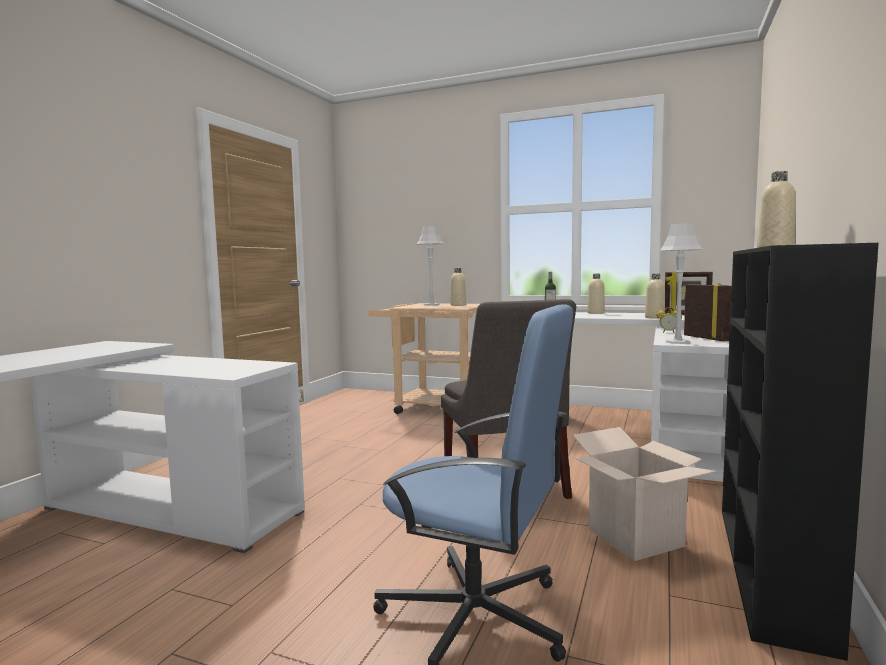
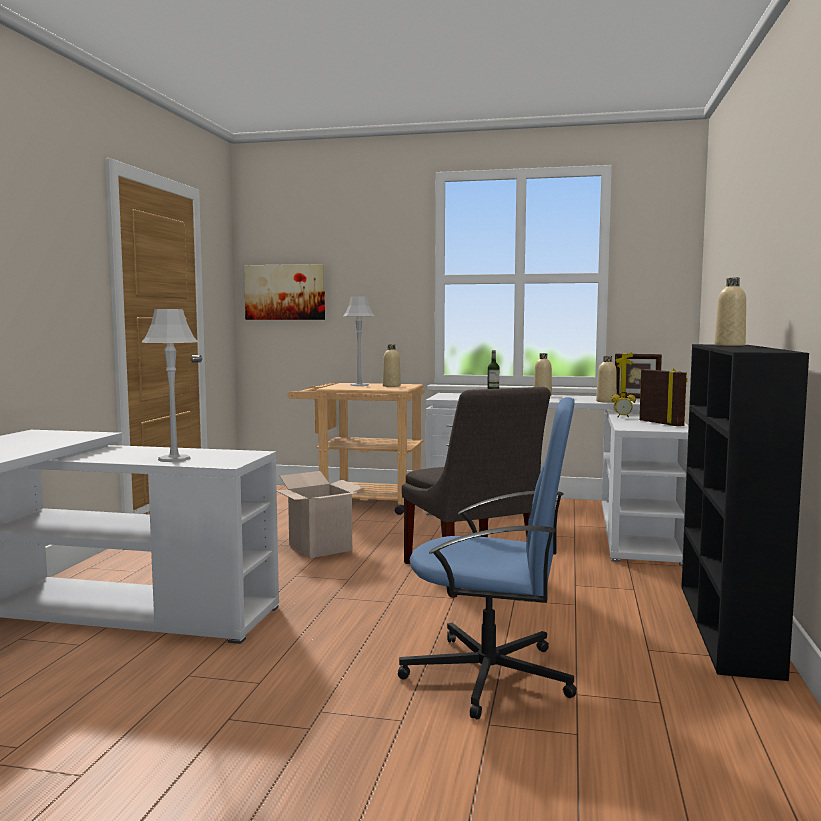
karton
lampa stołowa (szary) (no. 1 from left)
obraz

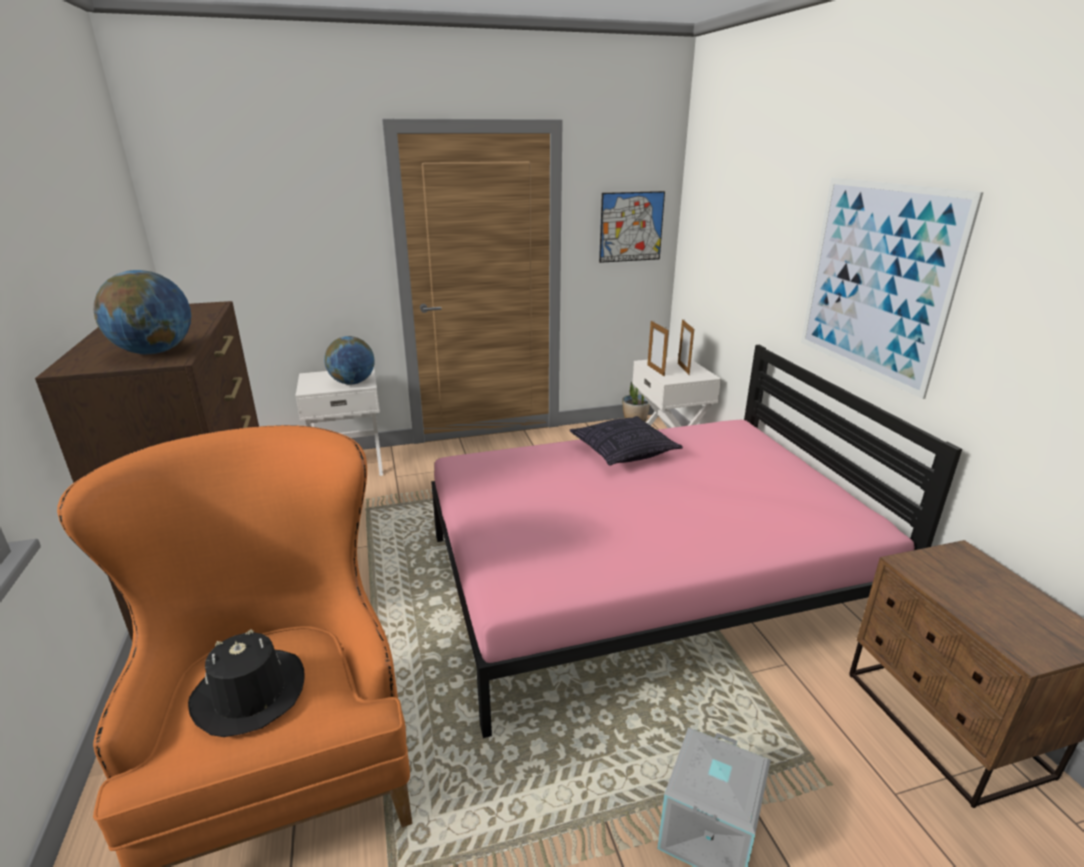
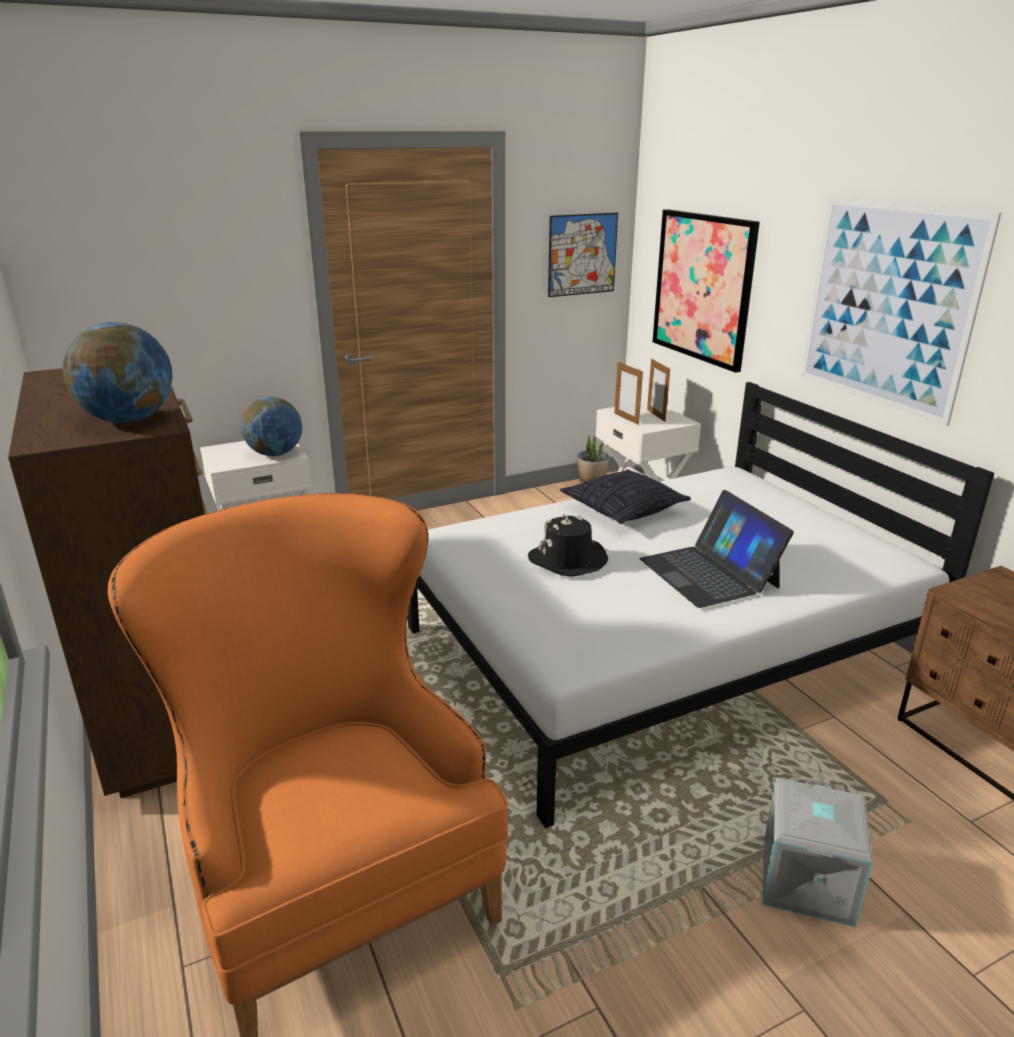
kapelusz (czarny)
łóżko (biały)
laptop
obraz (no. 2 from left)

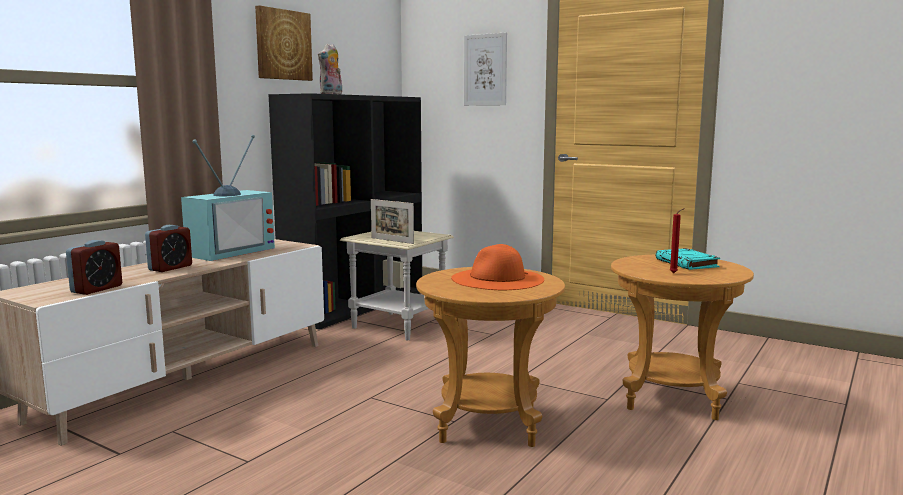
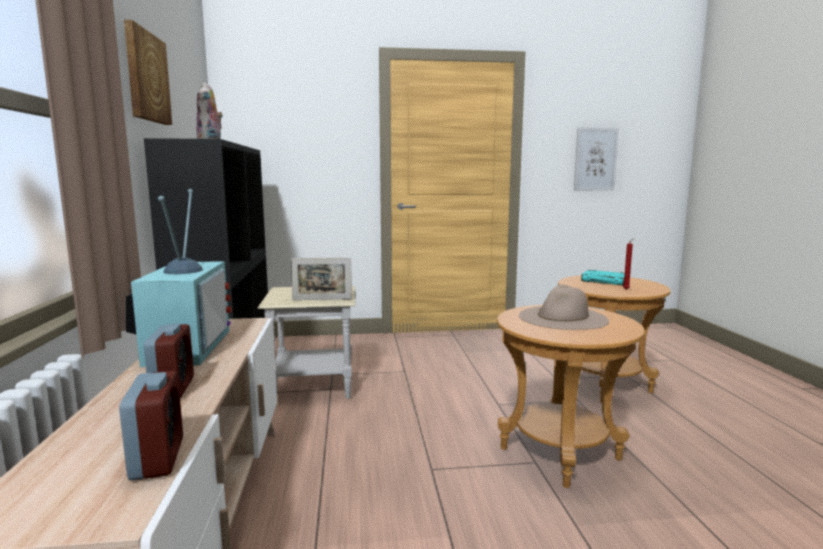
kapelusz (beżowy)
obraz (no. 2 from left)

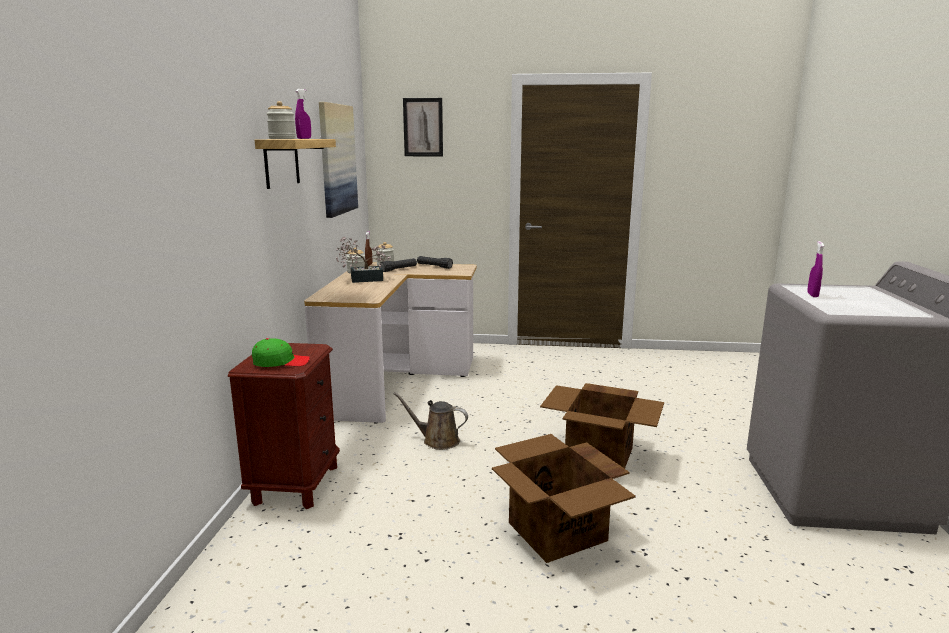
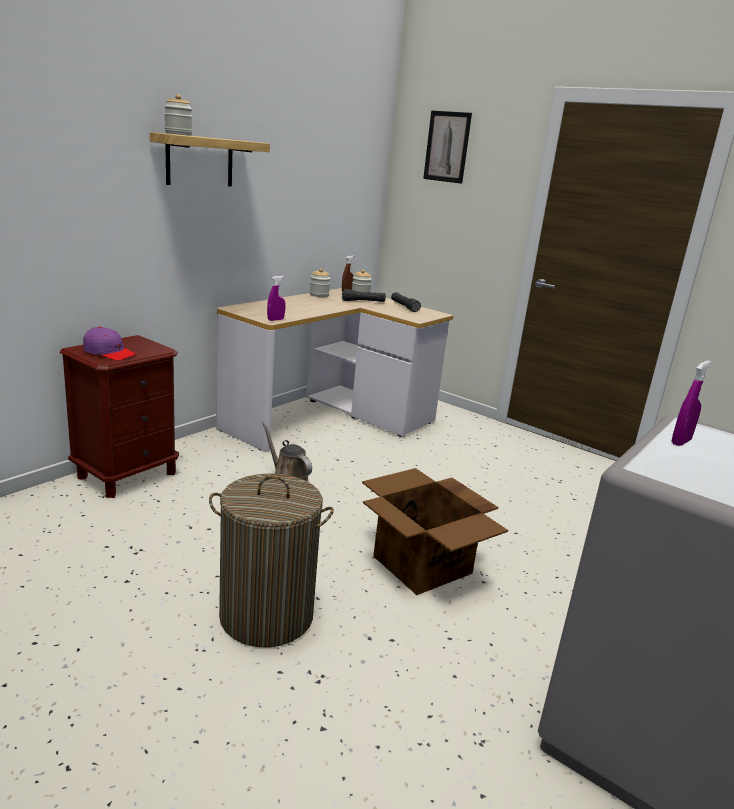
czapka z daszkiem (fioletowy)
spryskiwacz (fioletowy) (no. 1 from left)
obraz (no. 1 from left in the first image)
roślina doniczkowa
kosz na pranie

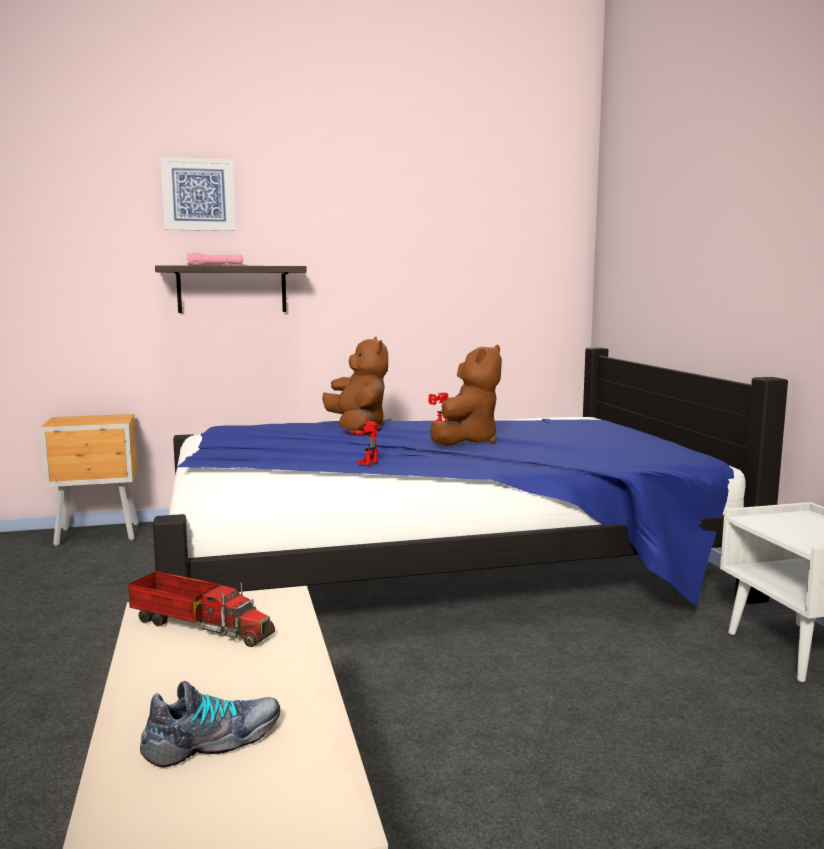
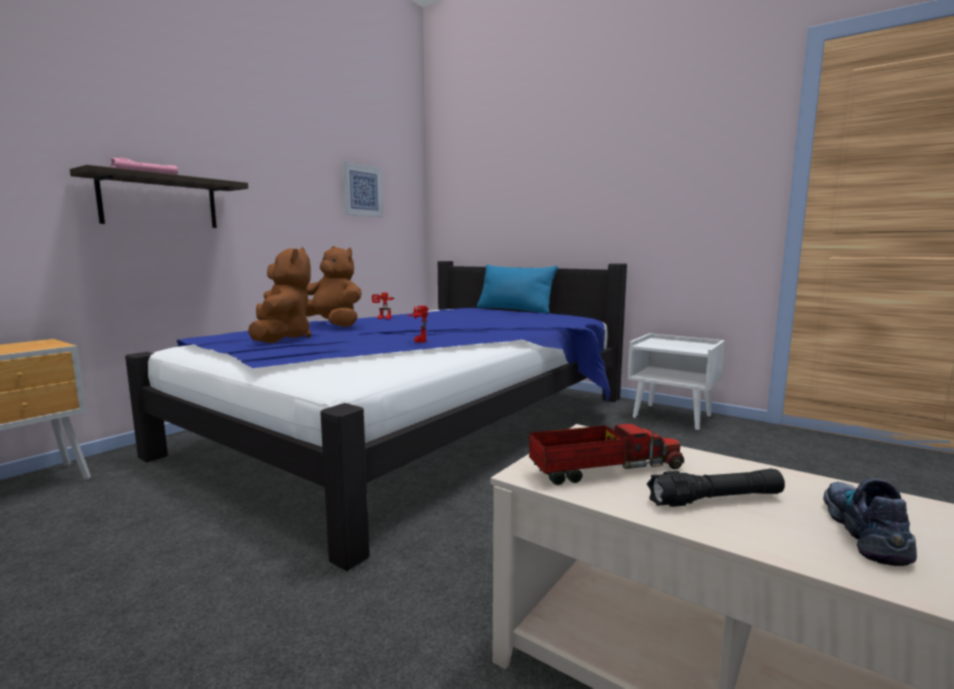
obraz
pluszak (brązowy) (no. 1 from left)
poduszka (niebieski)
latarka (czarny)

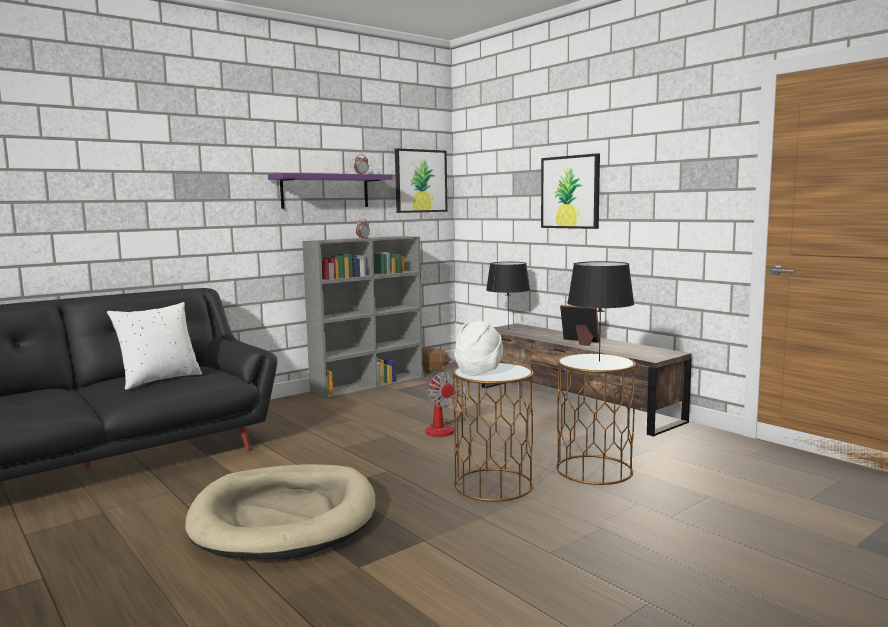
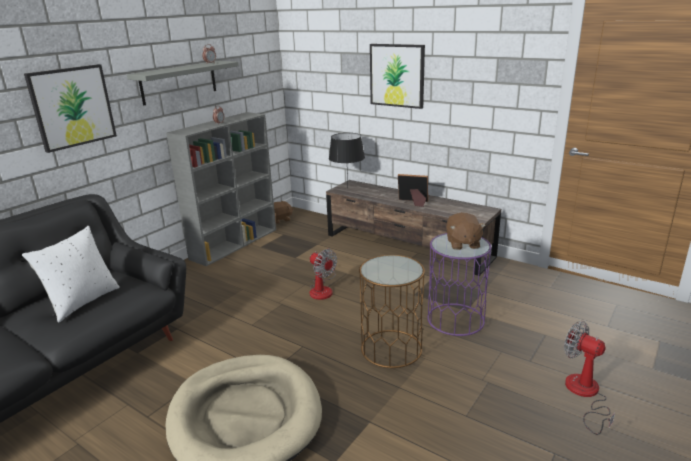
półka (szary)
obraz (no. 1 from left)
kapelusz (biały)
stolik (fioletowy)
pluszak (brązowy) (no. 2 from left)
wentylator (no. 2 from left)

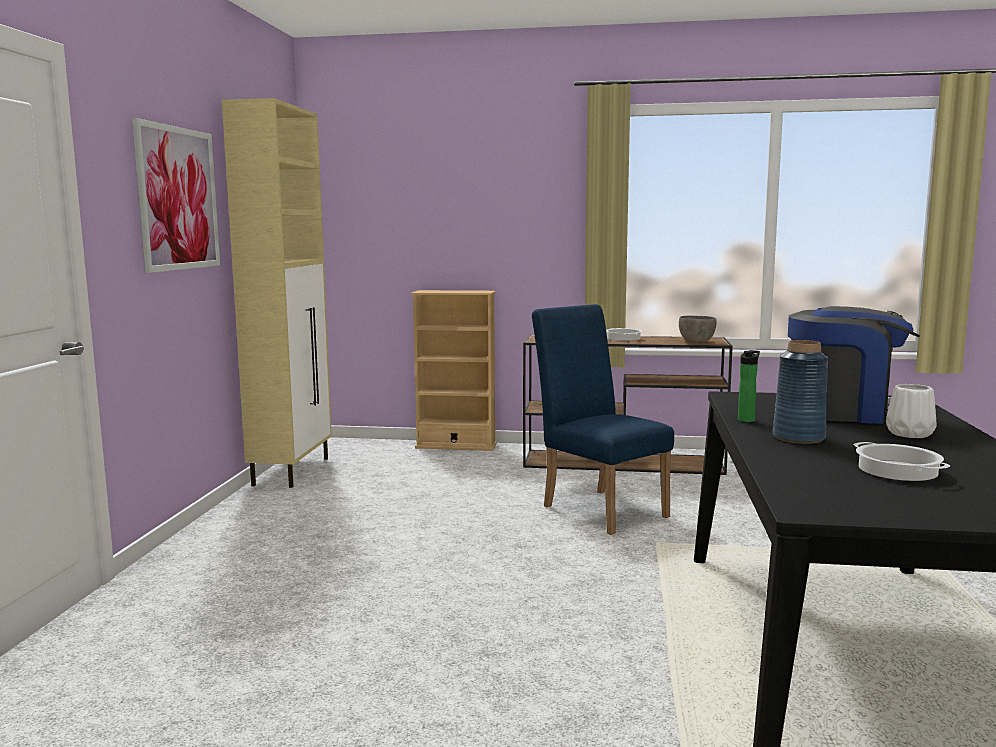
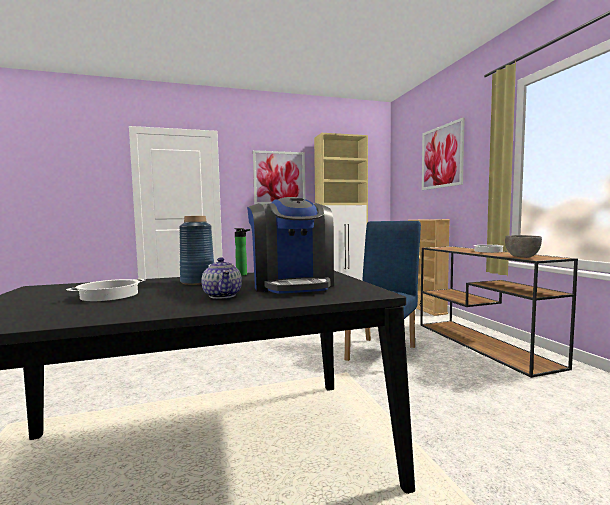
imbryk
obraz (no. 2 from left)

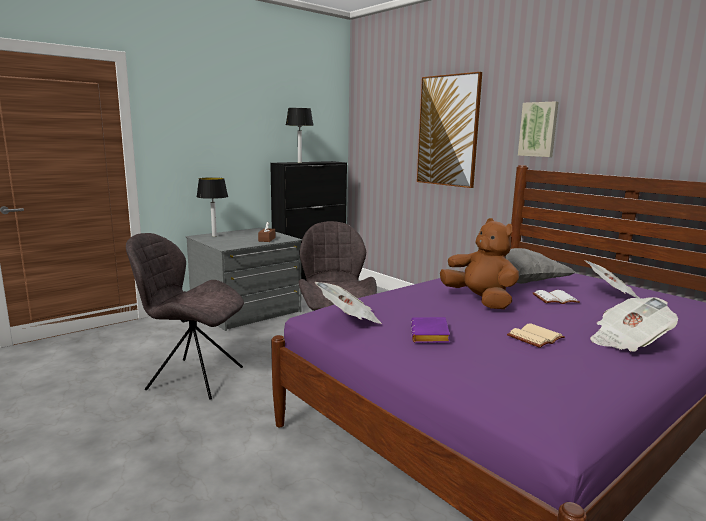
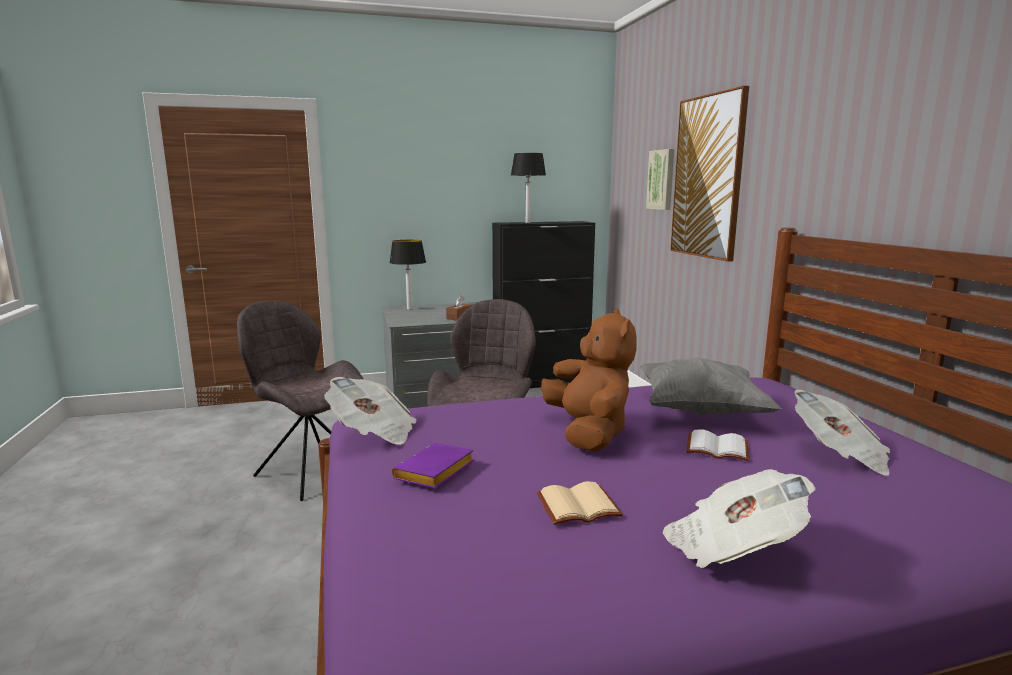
obraz (no. 1 from left)

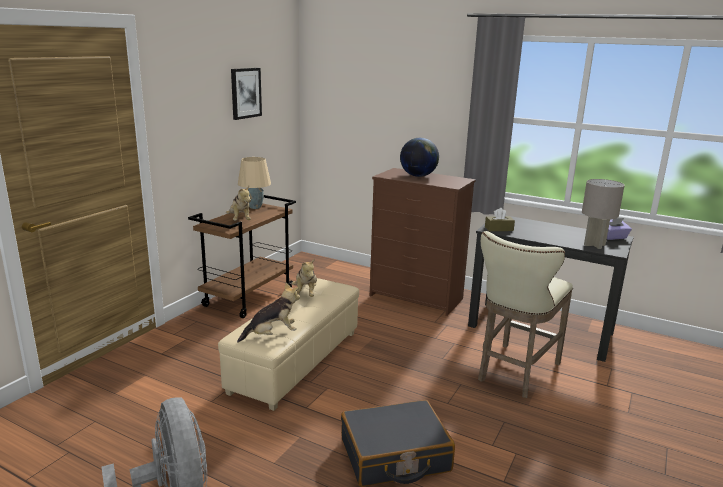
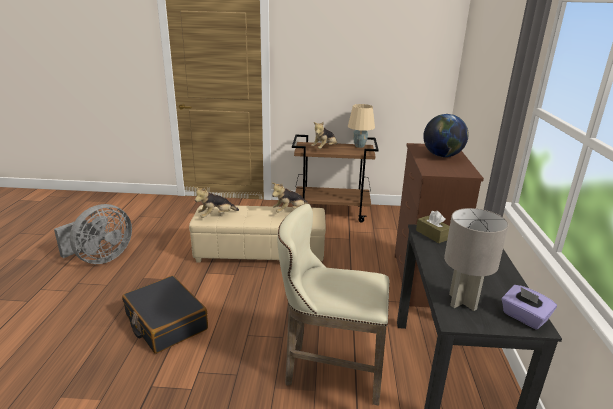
obraz
pluszak (no. 1 from left)

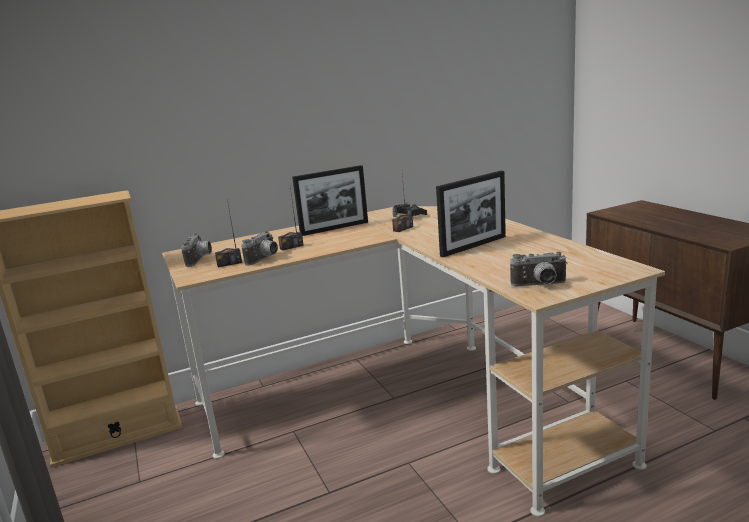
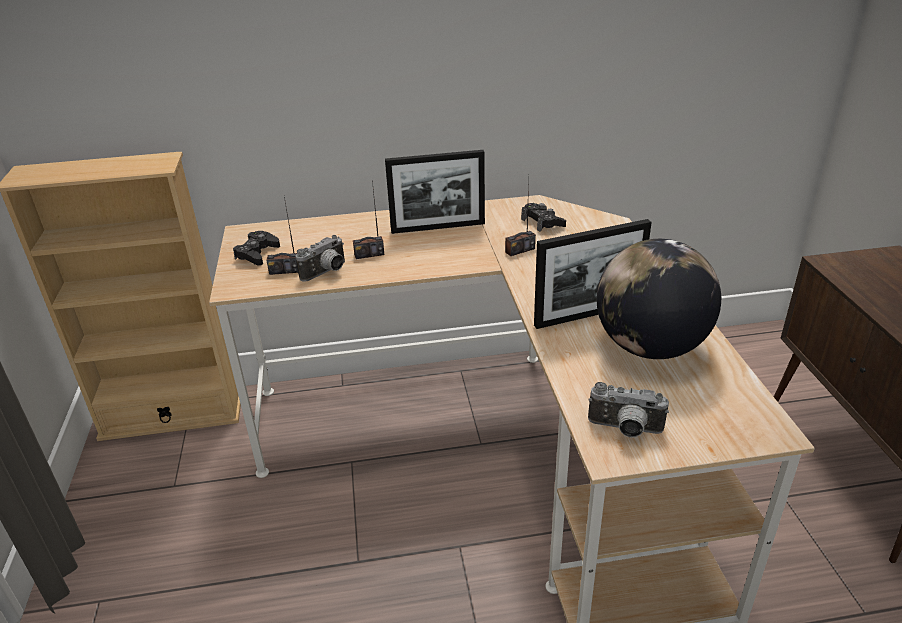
pad do gier (czarny) (no. 1 from left)
globus

